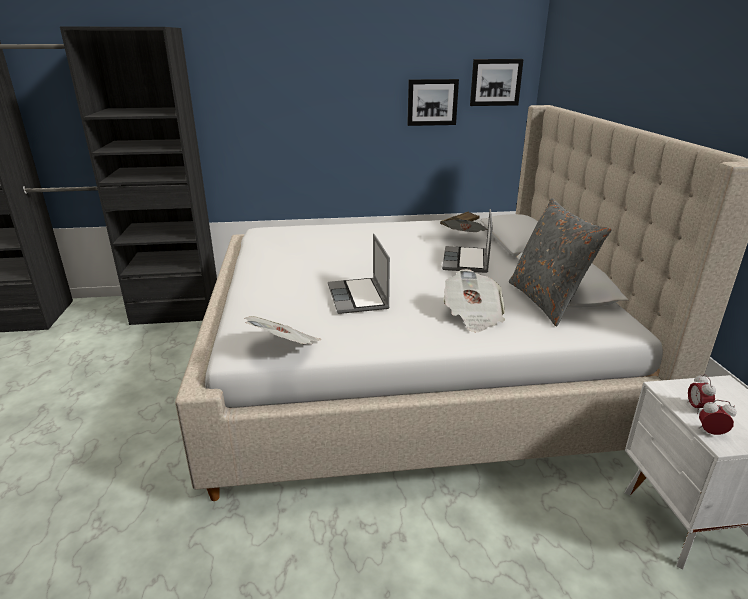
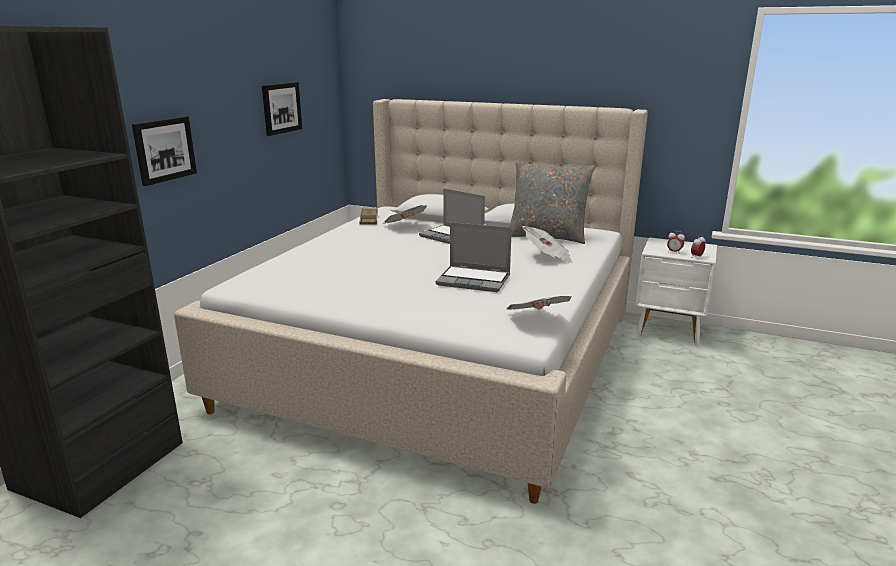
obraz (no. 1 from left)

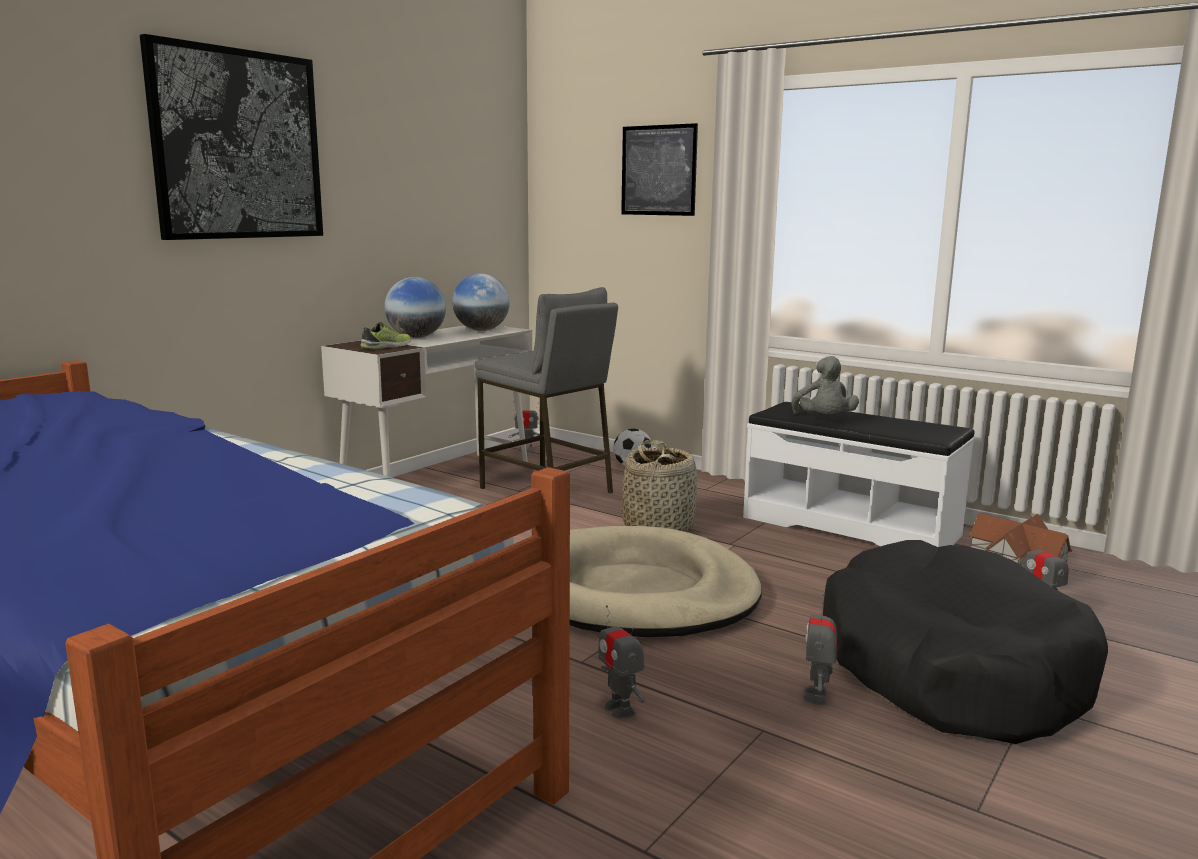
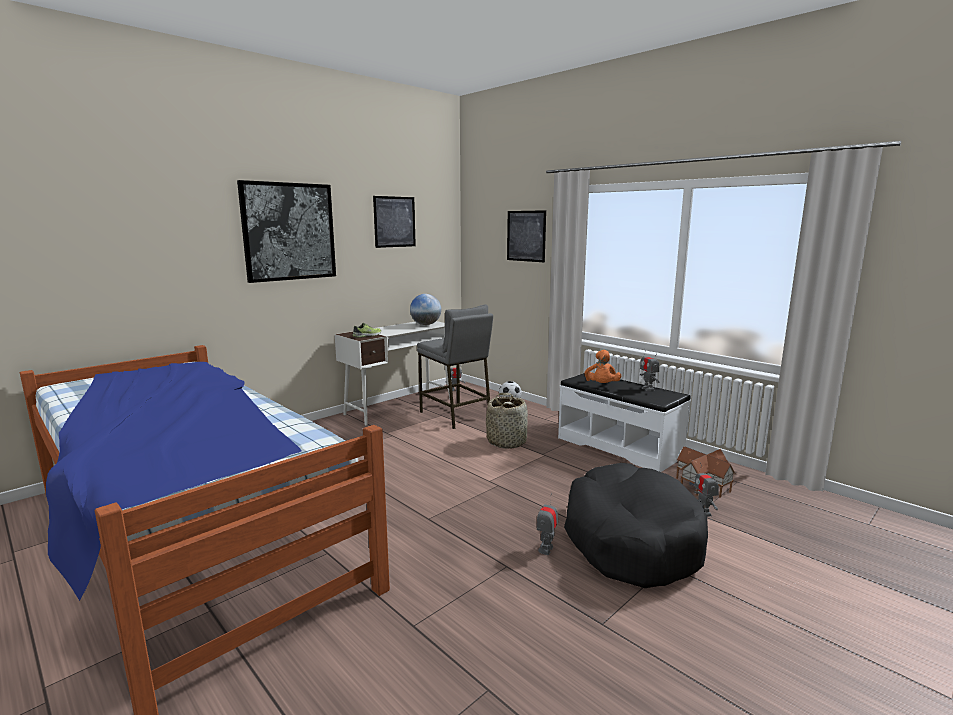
globus (no. 1 from left in the first image)
legowisko (beżowy)
robot zabawkowy (no. 3 from left)
pluszak (pomarańczowy)
obraz (no. 2 from left)

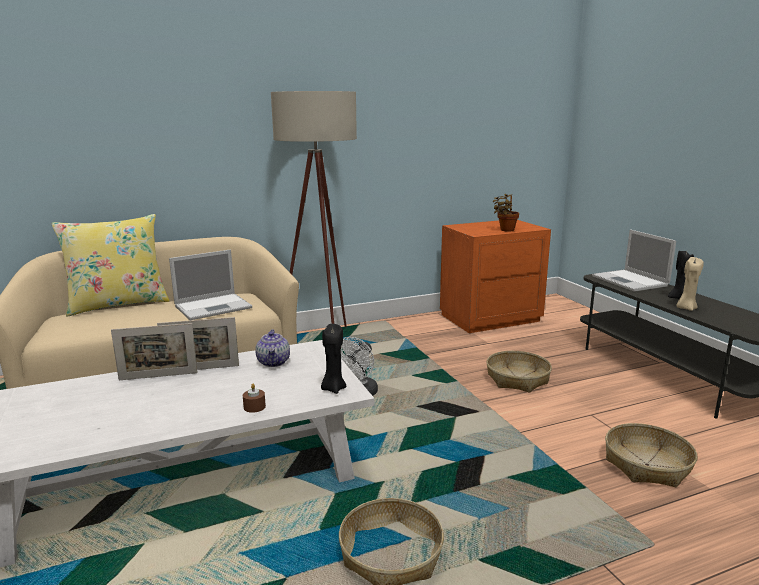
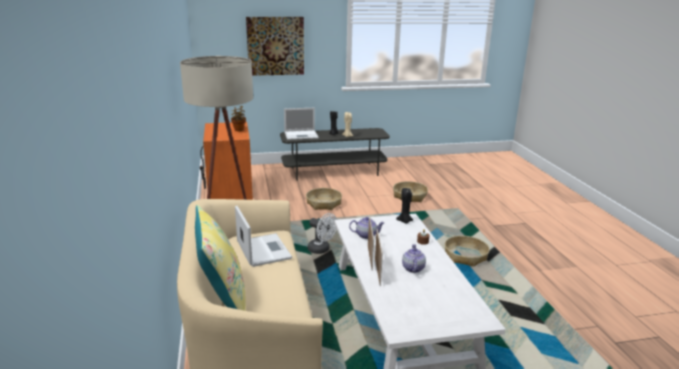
obraz
imbryk (no. 2 from left)

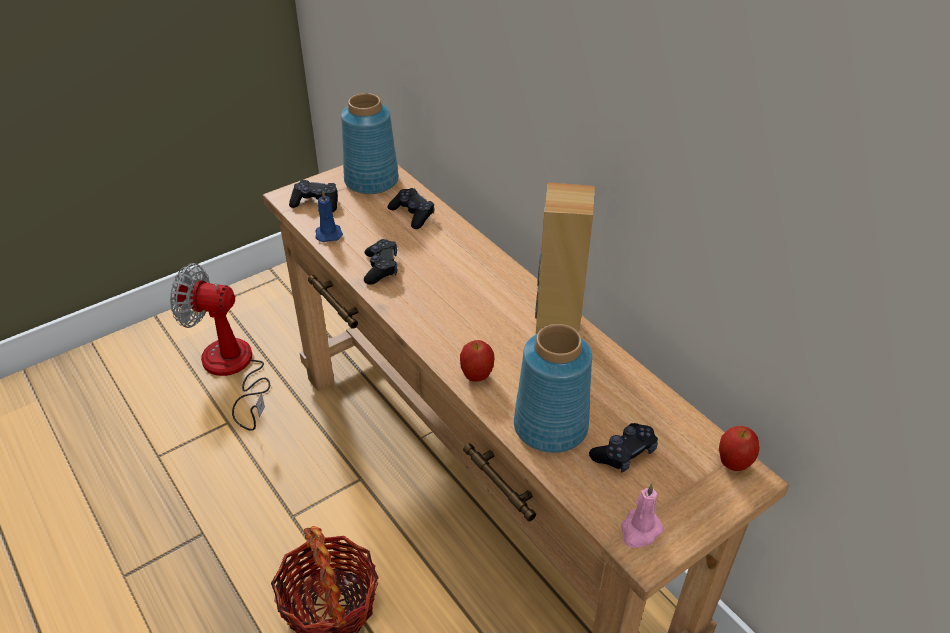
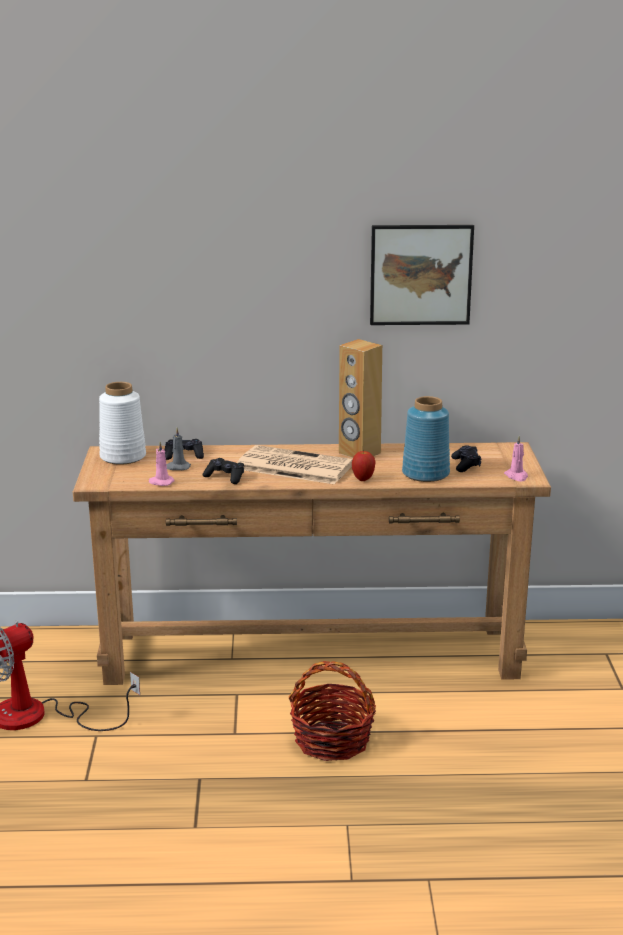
pad do gier (czarny) (no. 1 from left in the first image)
świeca (różowy) (no. 1 from left)
wazon (biały)
jabłko (no. 2 from left in the first image)
świeca (szary)
gazeta
obraz

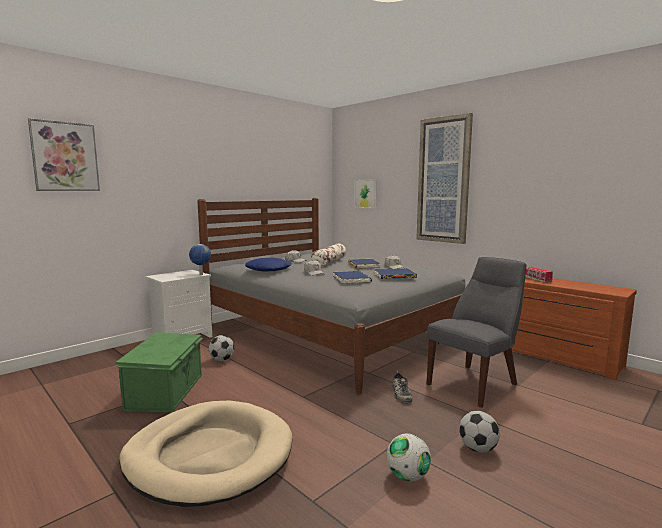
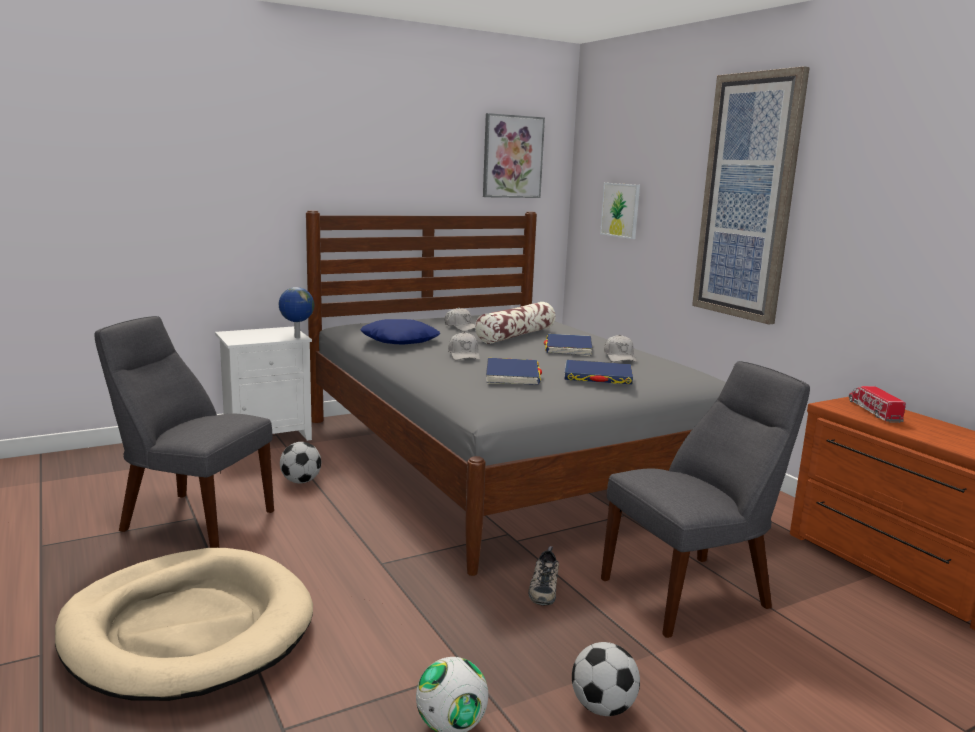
obraz (no. 1 from left)
krzesło (szary) (no. 1 from left)

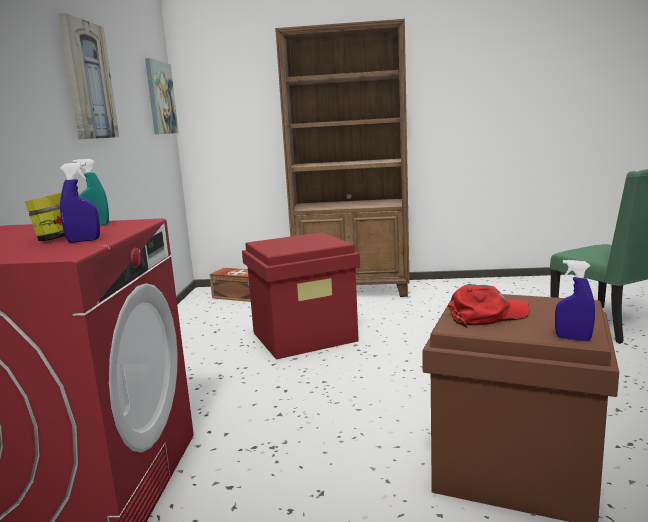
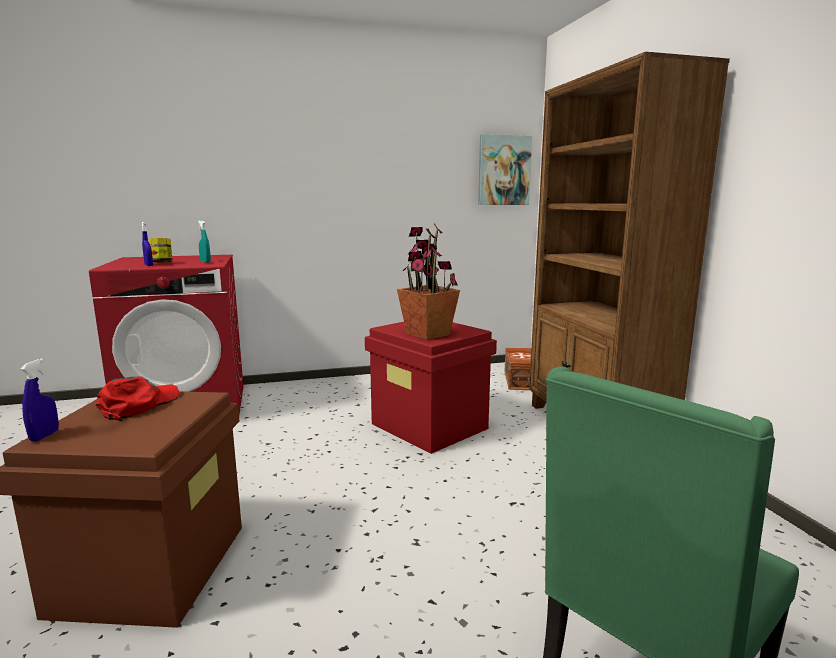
obraz (no. 1 from left in the first image)
czapka z daszkiem (czerwony)
roślina doniczkowa

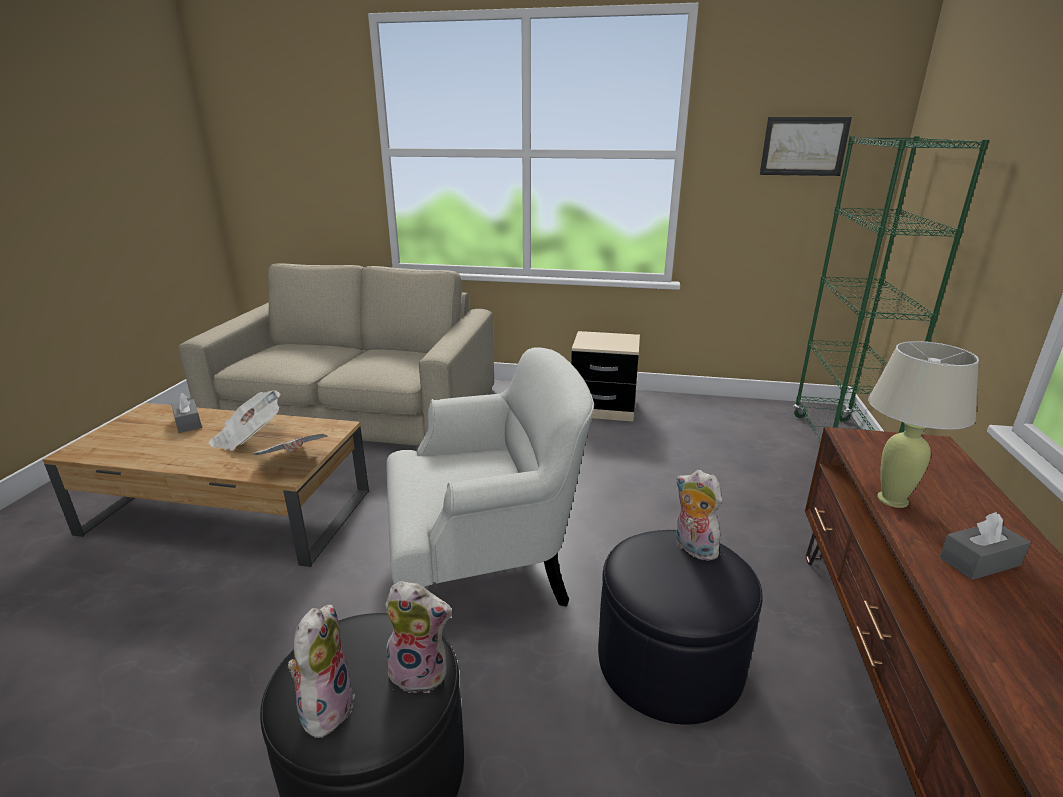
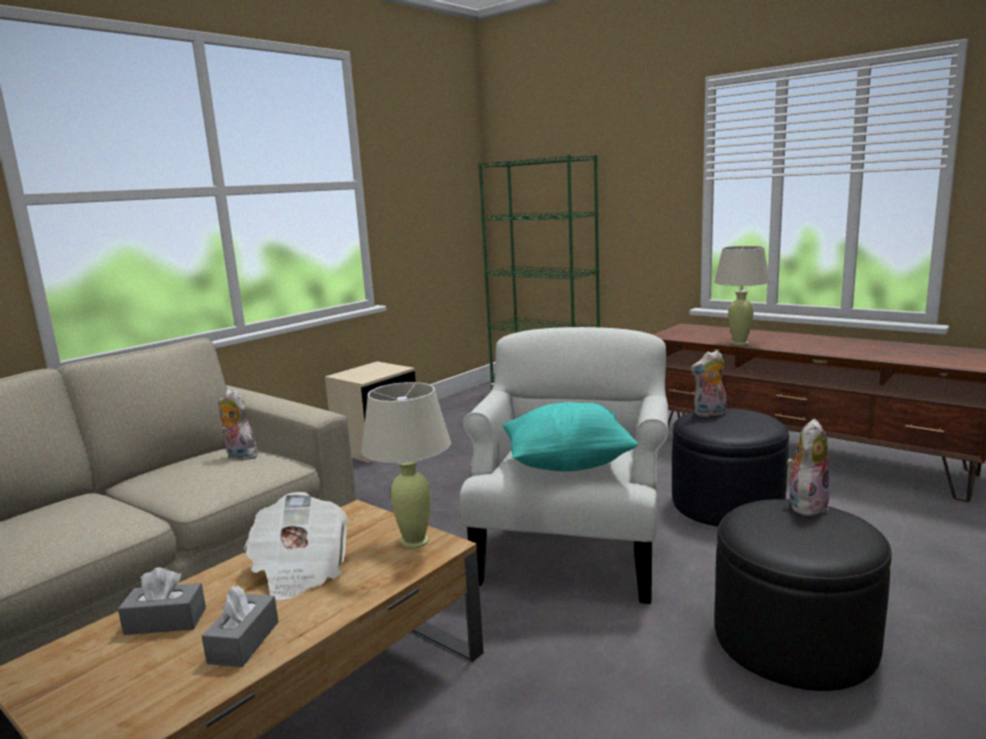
lampa stołowa (beżowy) (no. 1 from left)
pluszak (no. 1 from left)
obraz
pudełko chusteczek (szary) (no. 2 from left)
poduszka (turkusowy)

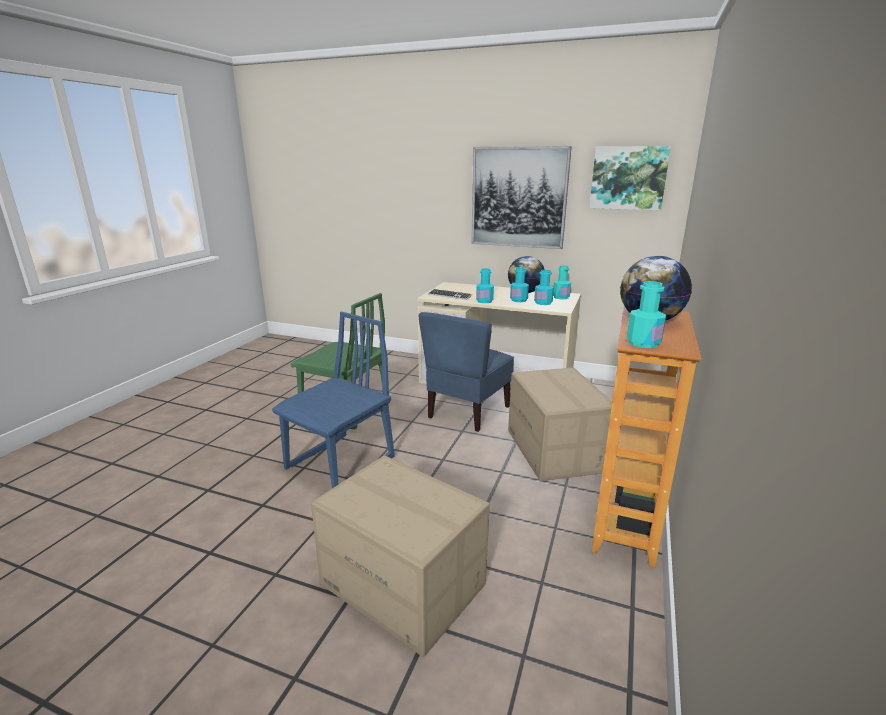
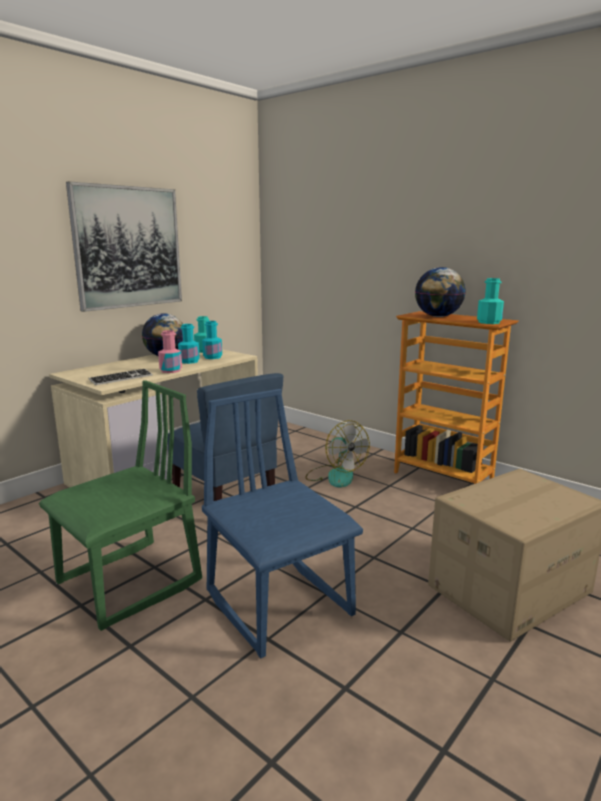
butelka (różowy)
wentylator
obraz (no. 2 from left in the first image)

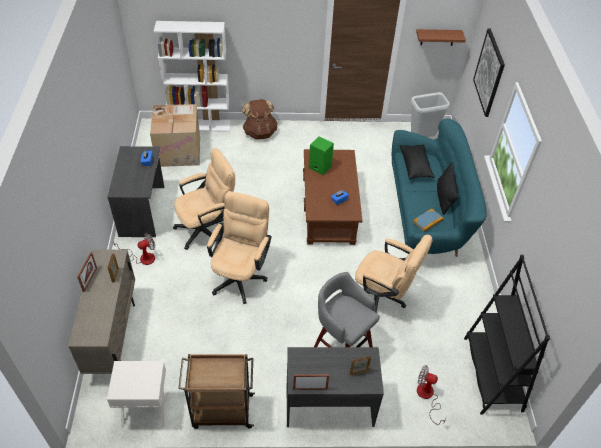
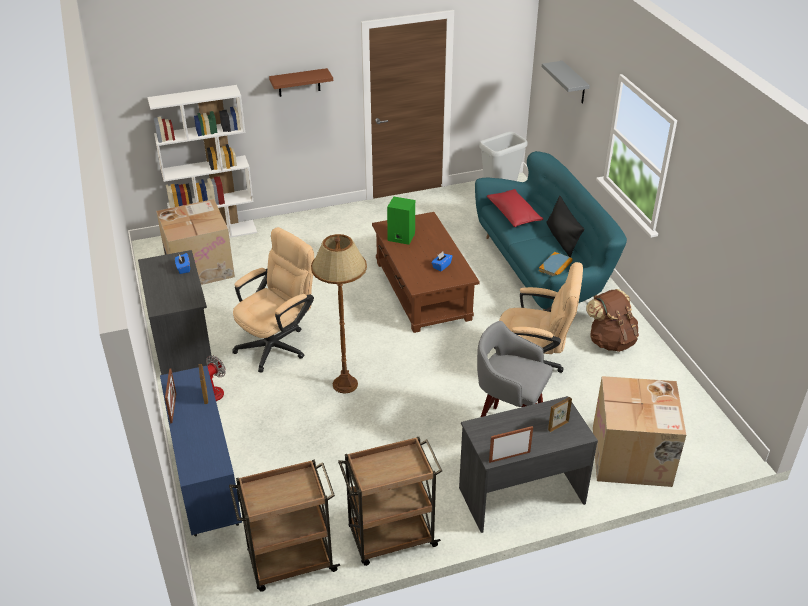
szafka (niebieski)
wózek (brązowy) (no. 1 from left)
lampa stojąca (brązowy)
plecak (brązowy)
poduszka (czerwony)
półka (brązowy)
karton (no. 2 from left)
regał (czarny)
półka (szary)

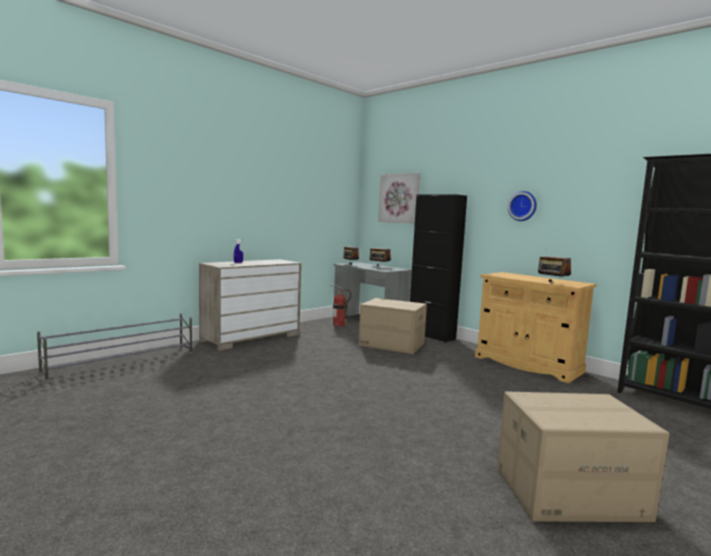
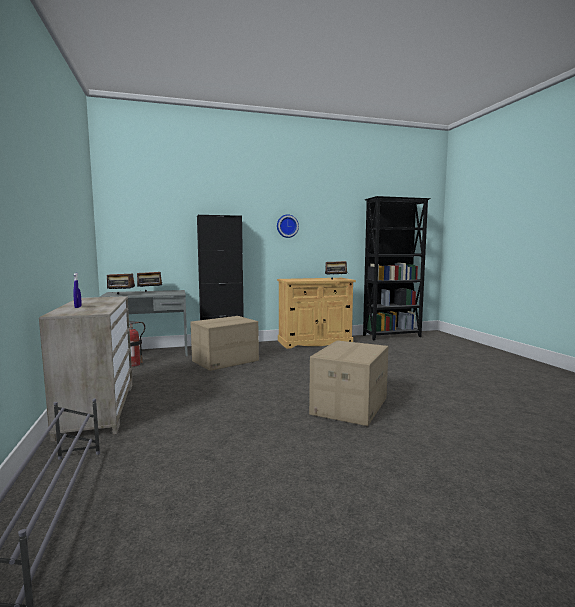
obraz
karton (no. 2 from left)

